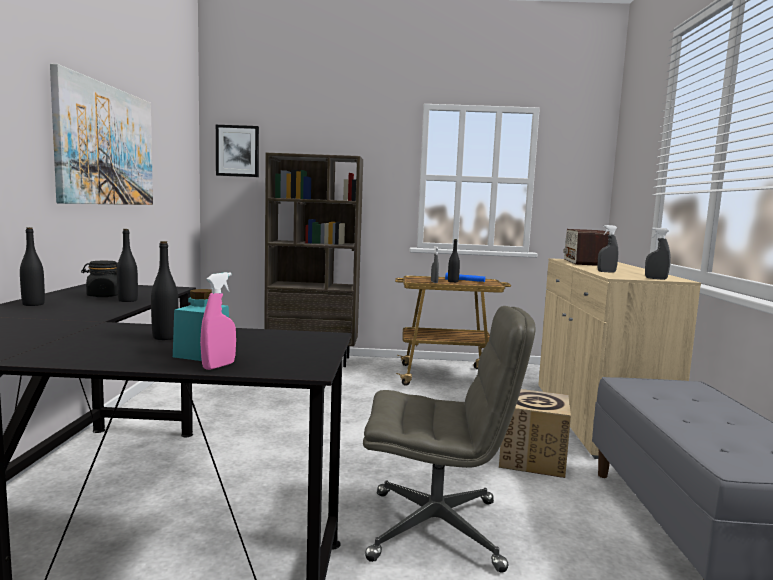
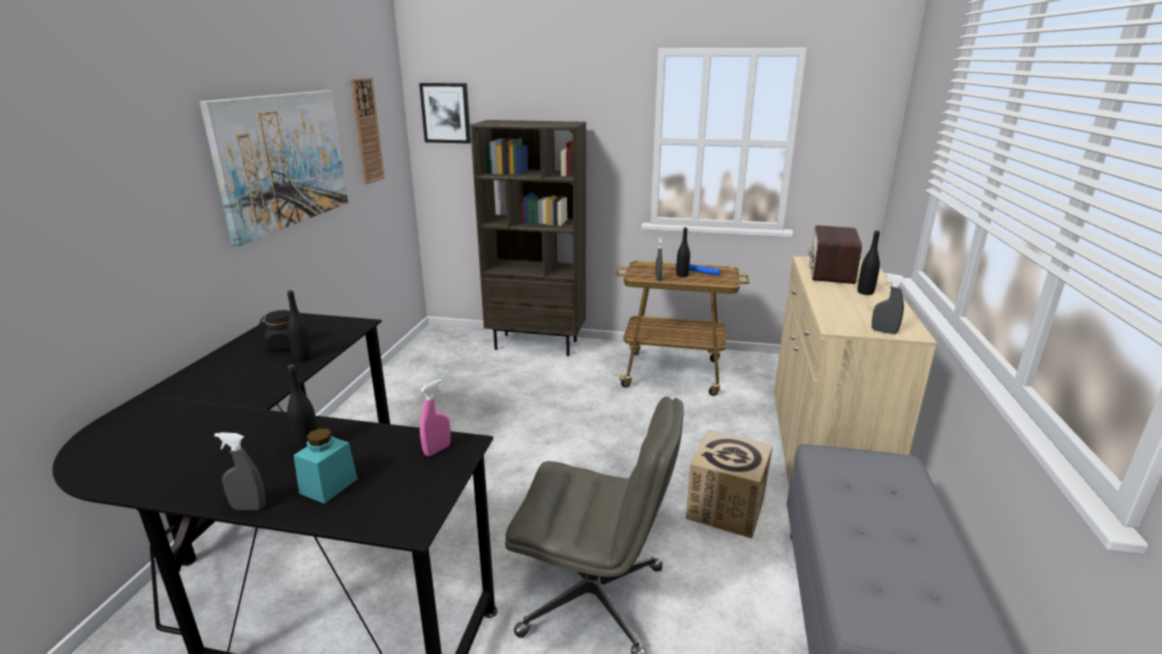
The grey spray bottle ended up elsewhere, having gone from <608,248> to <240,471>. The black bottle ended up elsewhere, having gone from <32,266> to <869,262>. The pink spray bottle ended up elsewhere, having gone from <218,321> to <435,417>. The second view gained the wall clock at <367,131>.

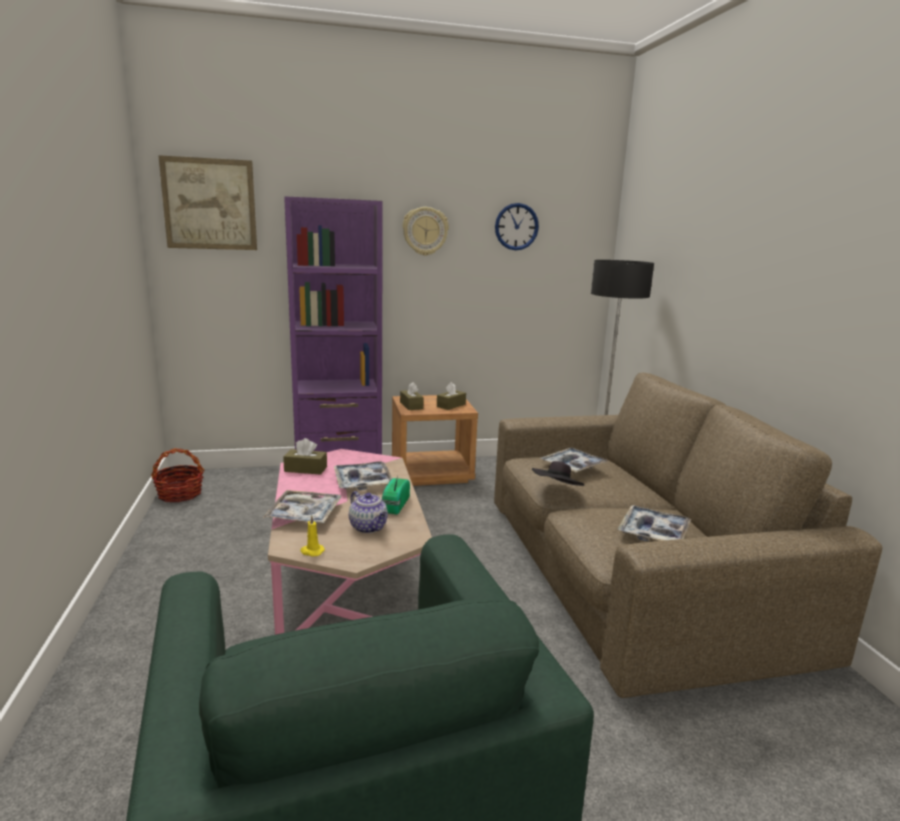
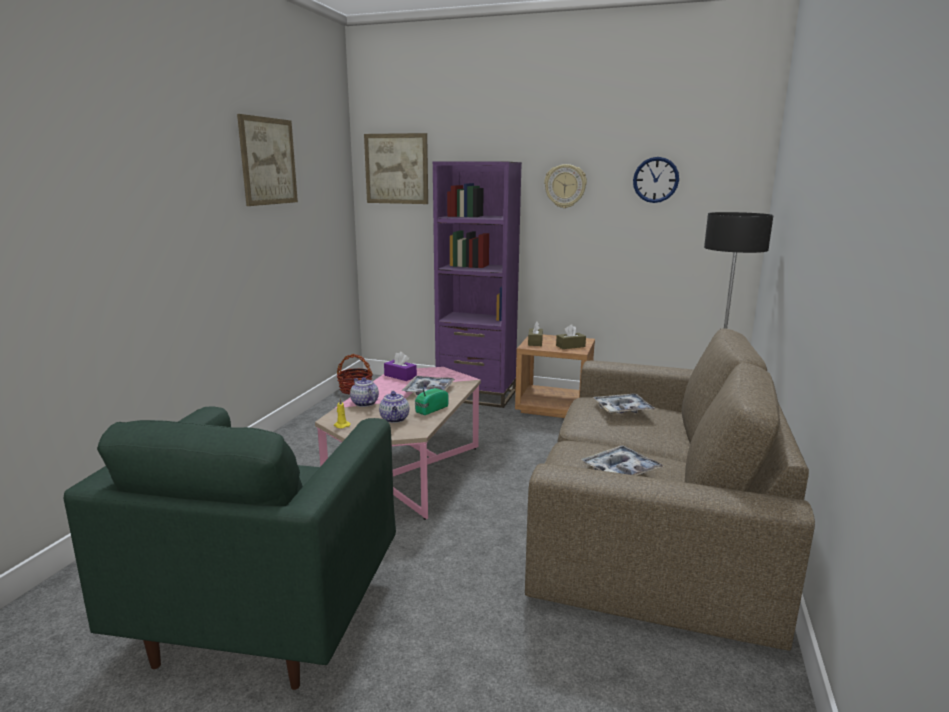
What was the brown tissue box at <305,456> turned into the purple tissue box at <400,366>. The second view lost the black hat at <558,473>. Where the tray stood at <302,506>, the teapot came to stand at <364,392>. The second view gained the picture at <267,160>.

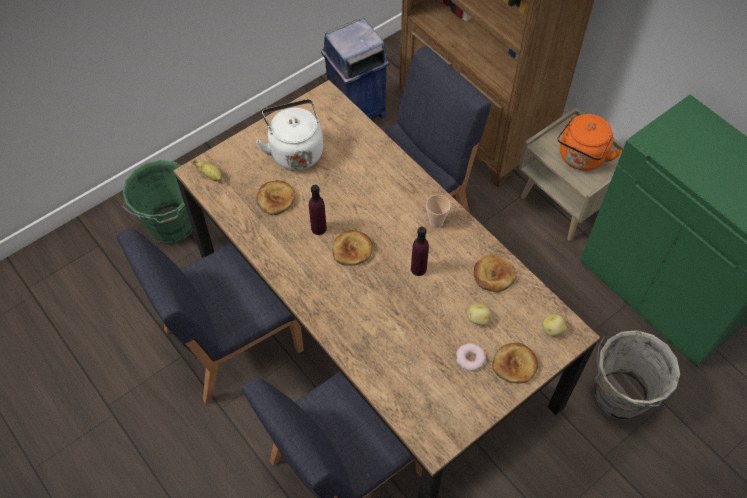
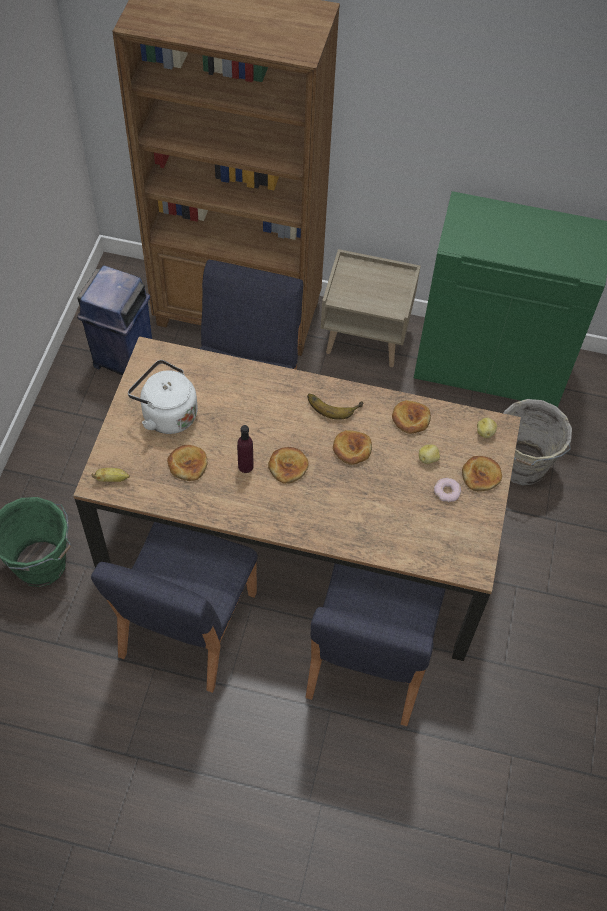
The second view lost the orange kettle at <589,142>. Where the cup stood at <438,211>, the banana came to stand at <335,406>. Where the purple bottle stood at <420,251>, the bread came to stand at <352,447>.

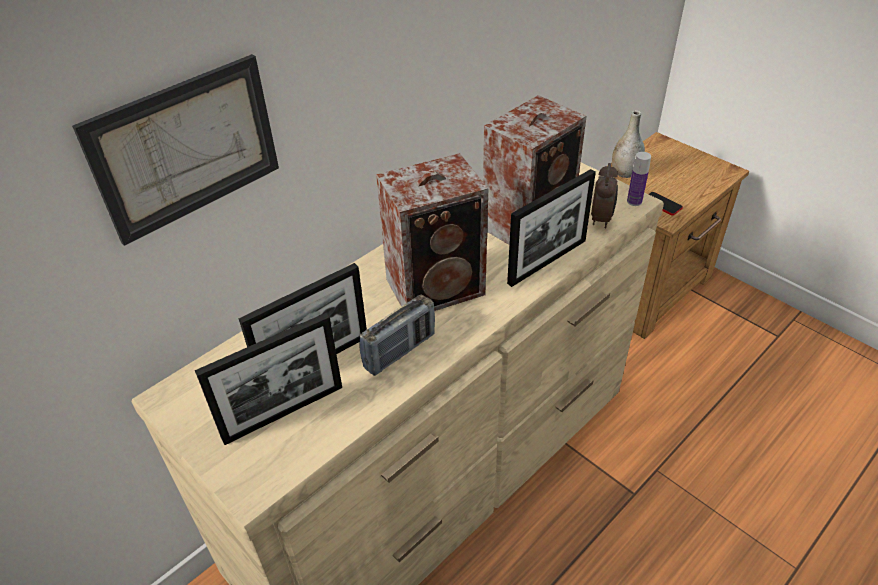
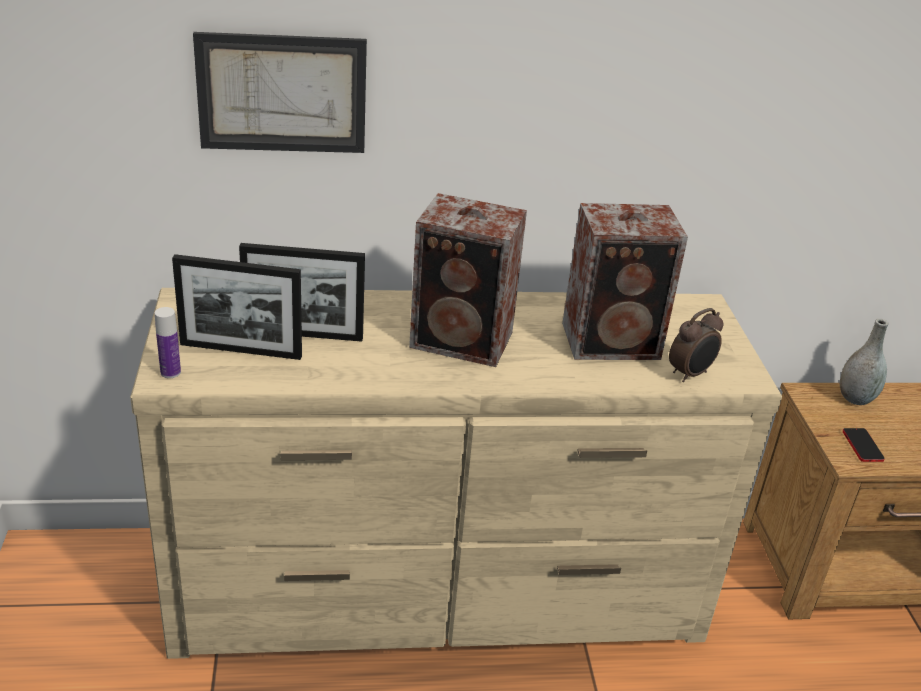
The bottle ended up elsewhere, having gone from <639,179> to <168,342>. The second view lost the picture frame at <551,228>. The second view lost the radio at <397,335>.

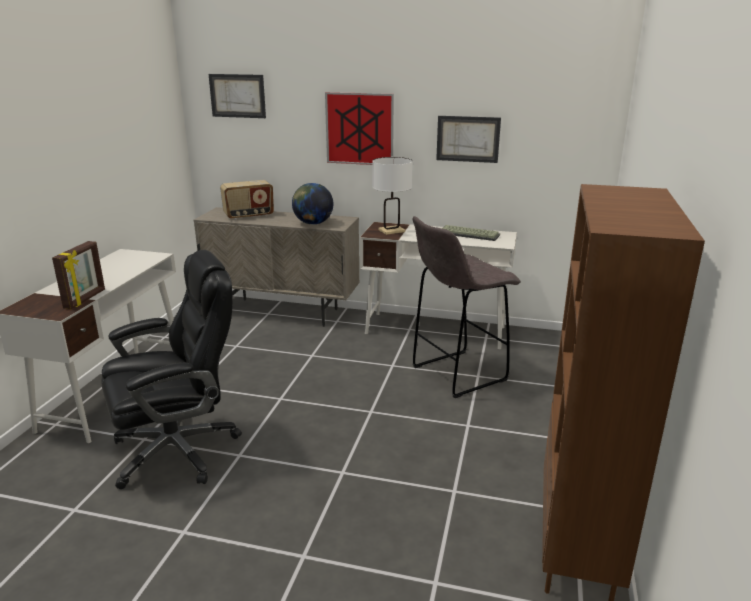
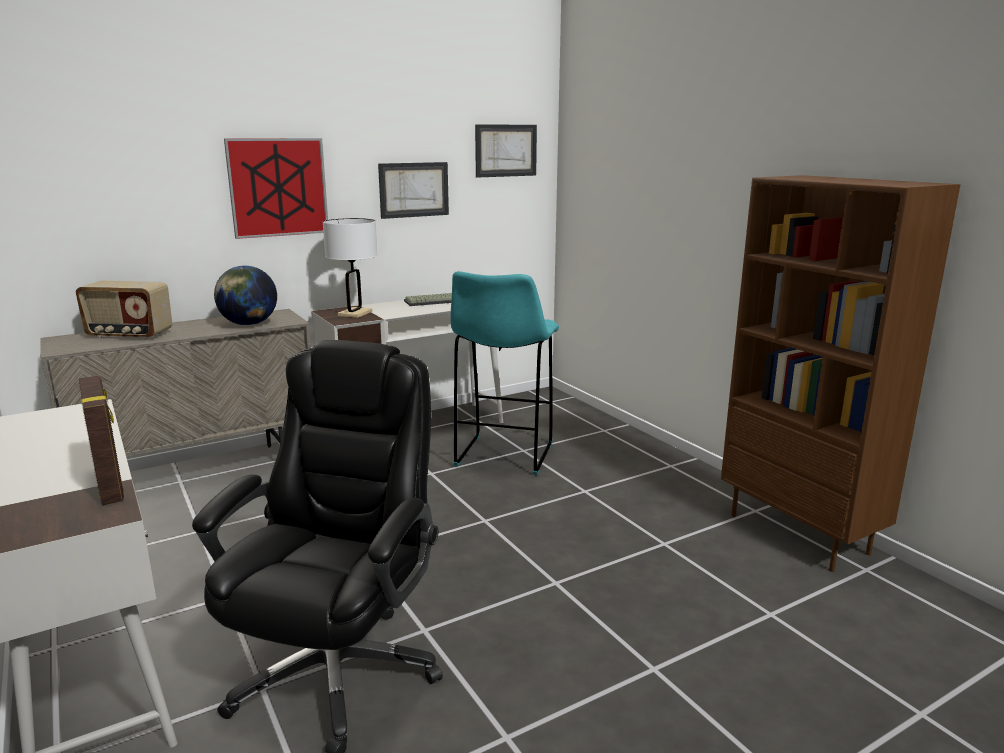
The picture ended up elsewhere, having gone from <237,96> to <506,151>. The radio at <247,200> ended up facing another way, 75 degrees clockwise from before. What was the grey stool at <467,307> turned into the turquoise stool at <504,373>.

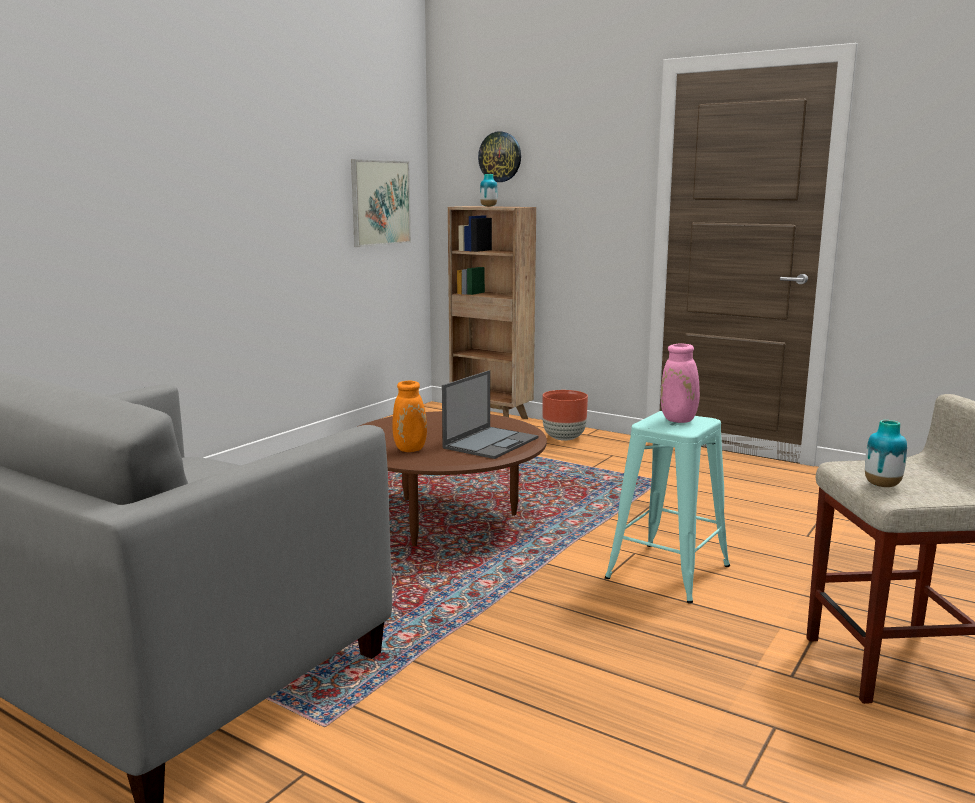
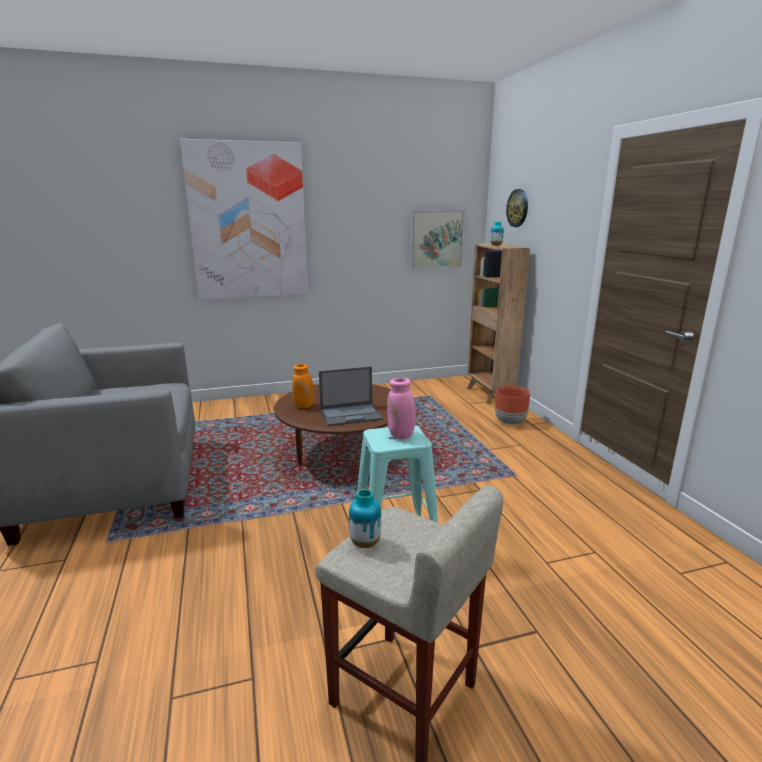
The second view gained the picture at <244,219>.

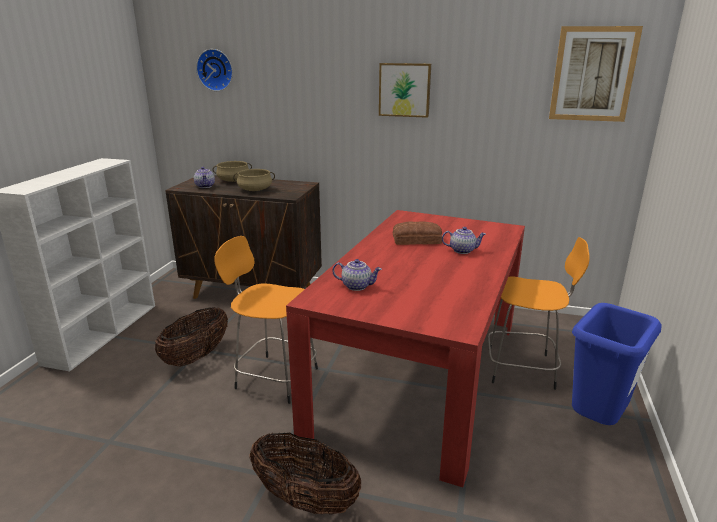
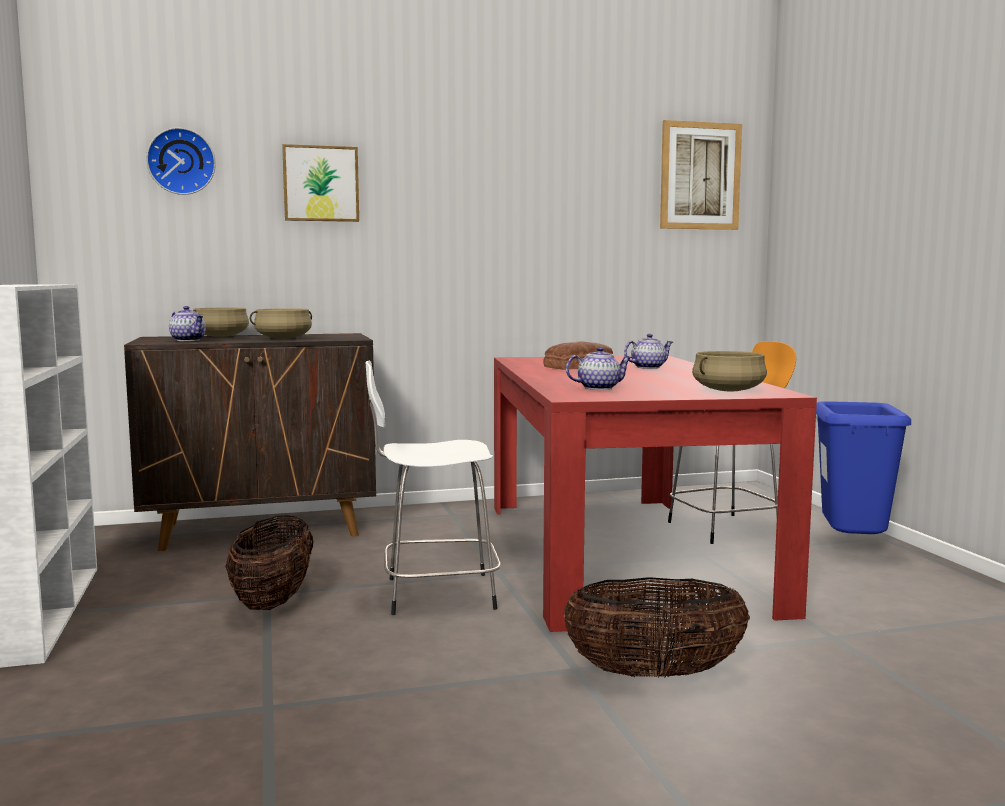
The picture ended up elsewhere, having gone from <405,90> to <320,183>. What was the orange stool at <266,320> turned into the white stool at <433,488>. The second view gained the beige cooking pot at <729,371>.

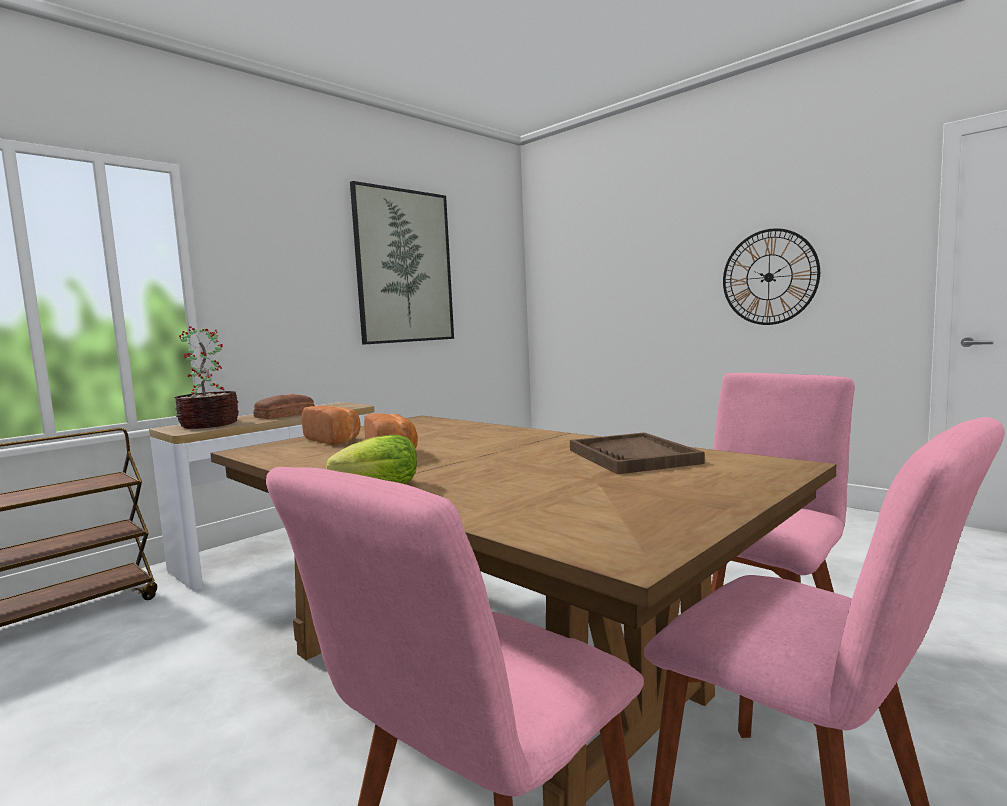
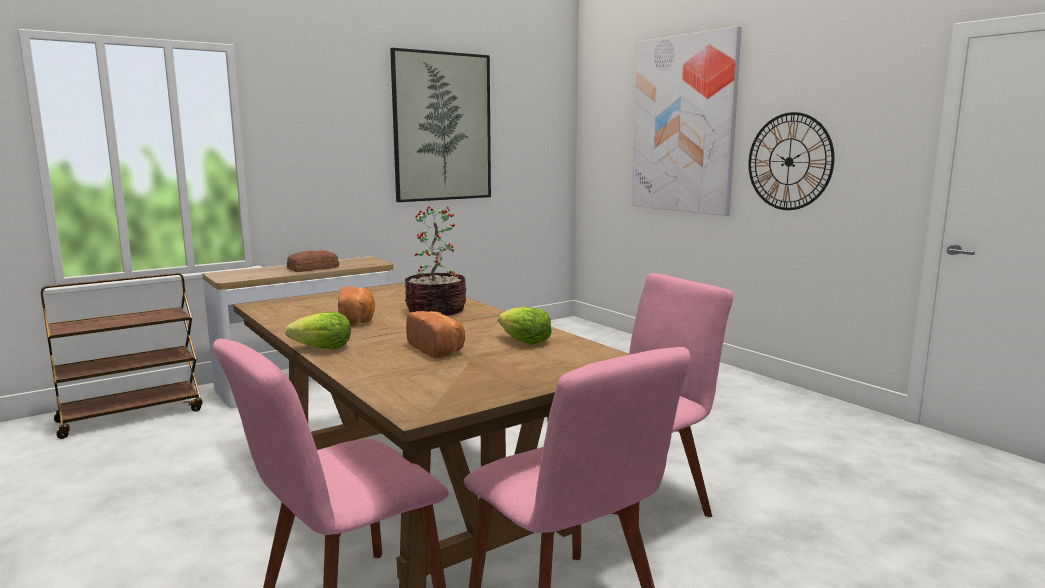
The potted plant ended up elsewhere, having gone from <207,377> to <436,261>. The bread ended up elsewhere, having gone from <331,425> to <435,334>. Where the brown tray stood at <637,453>, the lettuce came to stand at <525,326>. The second view gained the picture at <686,121>.

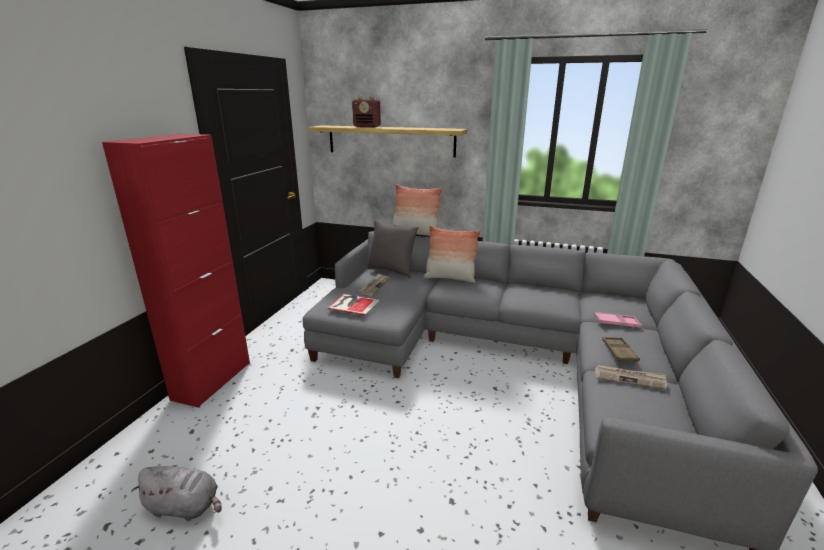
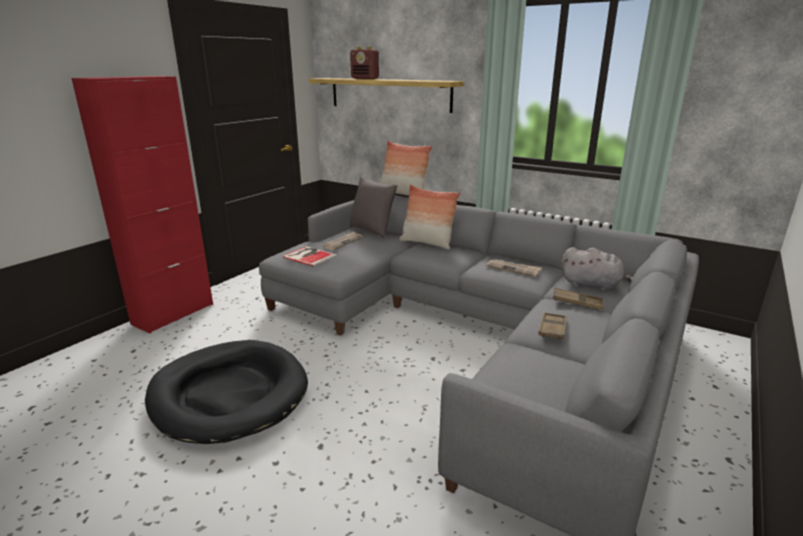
What was the pink tray at <618,320> turned into the brown tray at <578,299>. The newspaper ended up elsewhere, having gone from <631,377> to <514,268>. The grey plush toy ended up elsewhere, having gone from <176,493> to <597,269>. The second view gained the black dog bed at <226,392>.

